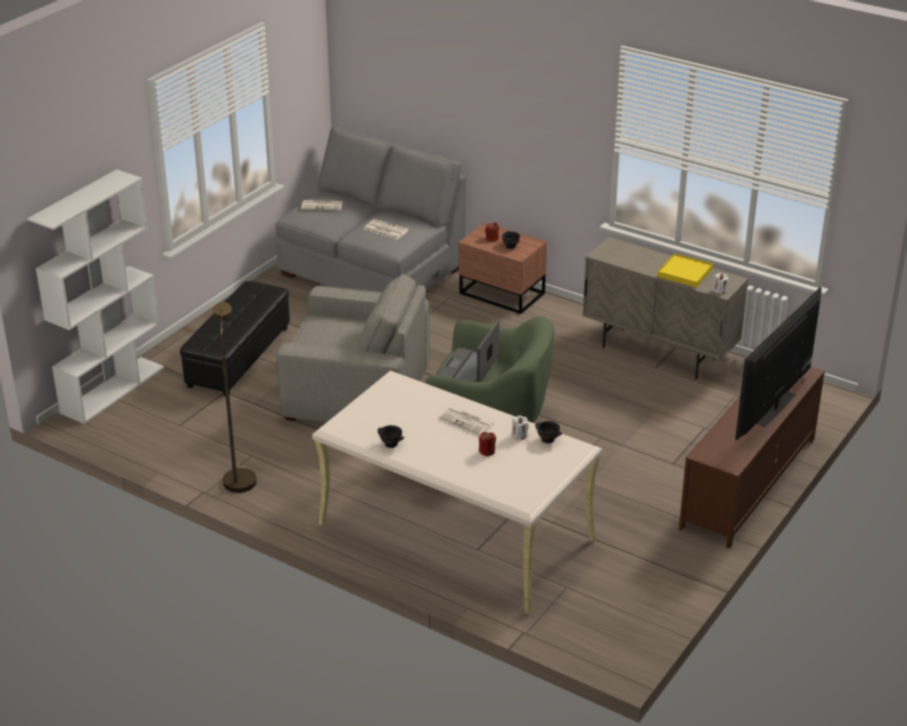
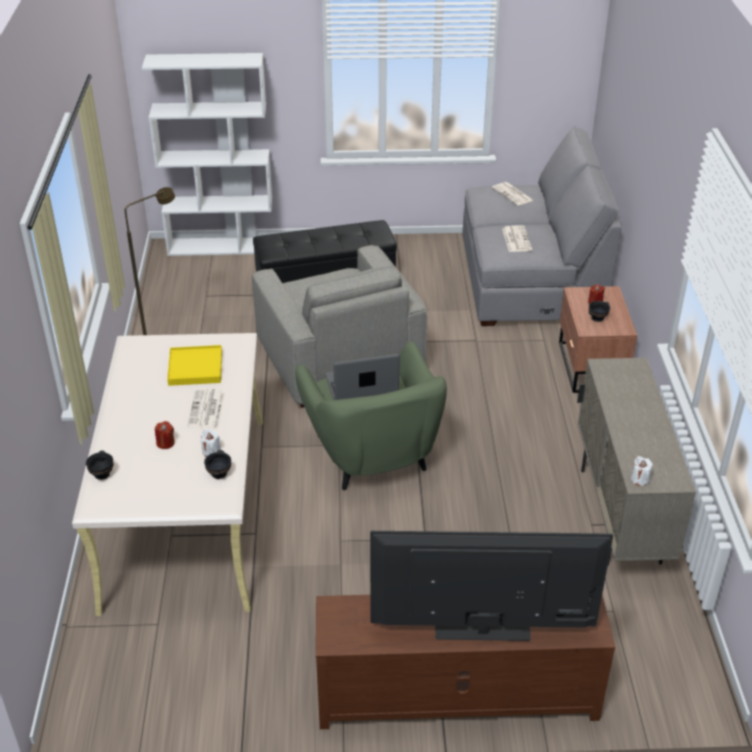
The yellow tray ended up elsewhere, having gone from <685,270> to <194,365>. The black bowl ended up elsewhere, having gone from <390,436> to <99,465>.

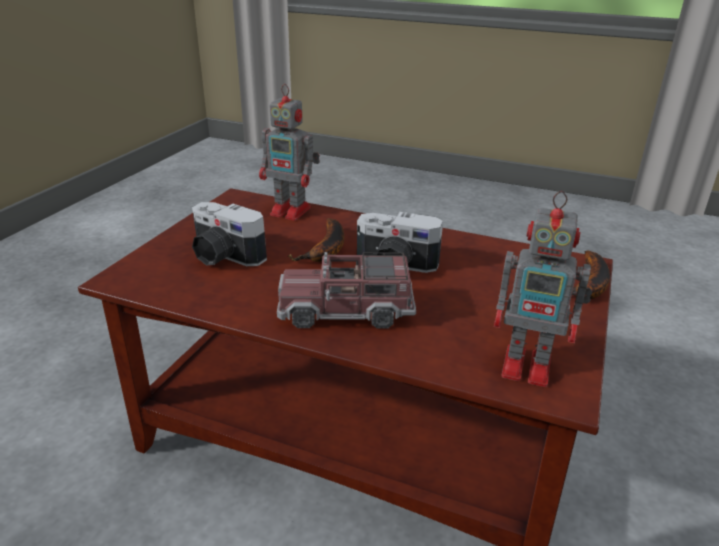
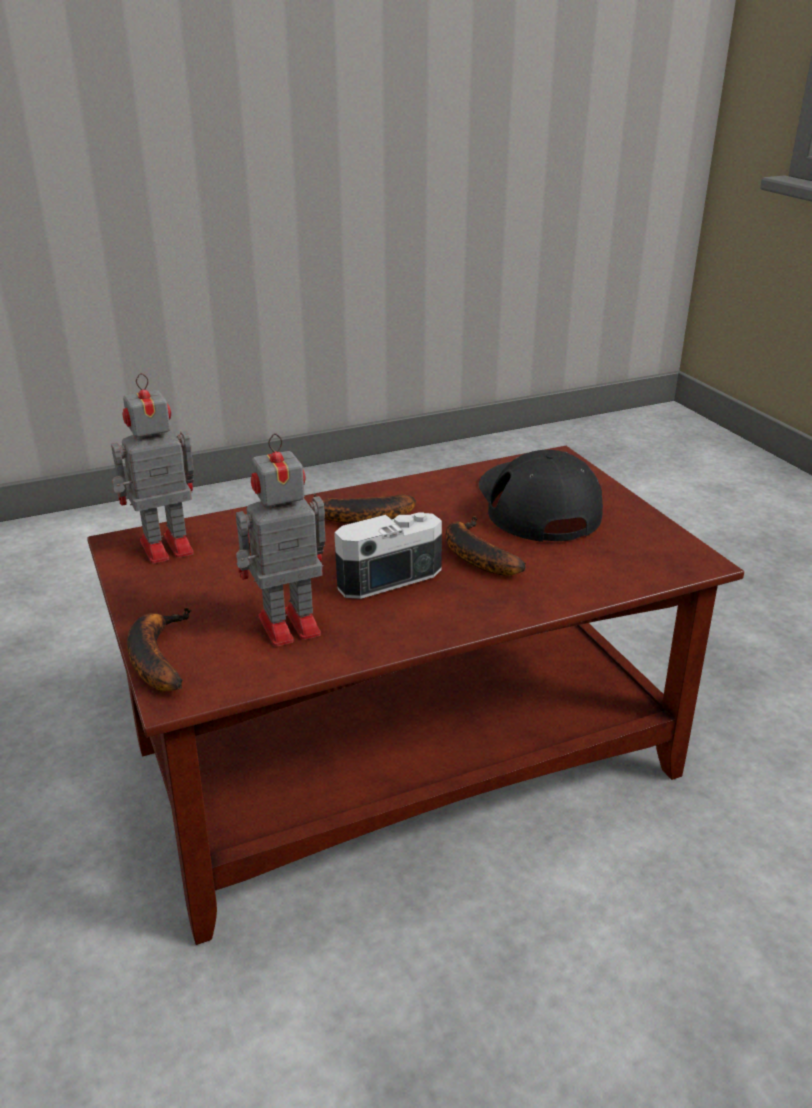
The toy robot ended up elsewhere, having gone from <289,152> to <280,540>. Where the photo camera stood at <229,234>, the black cap came to stand at <541,496>. Where the toy truck stood at <346,290>, the banana came to stand at <365,508>.

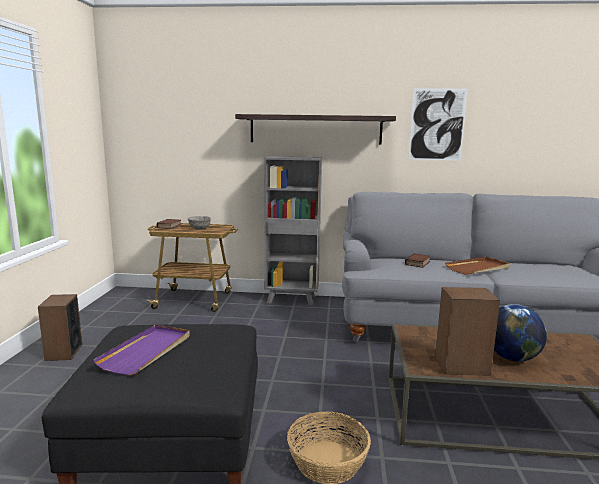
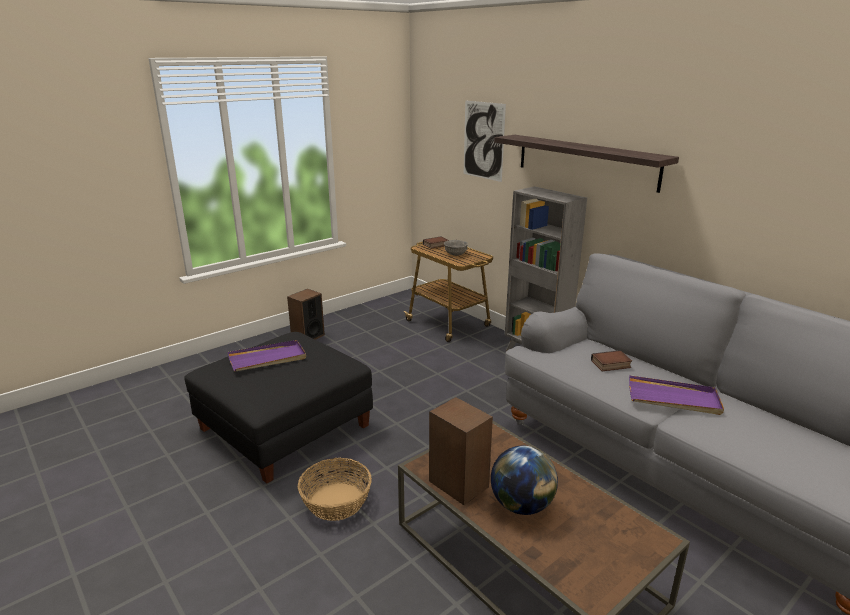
The picture ended up elsewhere, having gone from <438,124> to <485,141>. What was the brown tray at <477,265> turned into the purple tray at <676,395>.

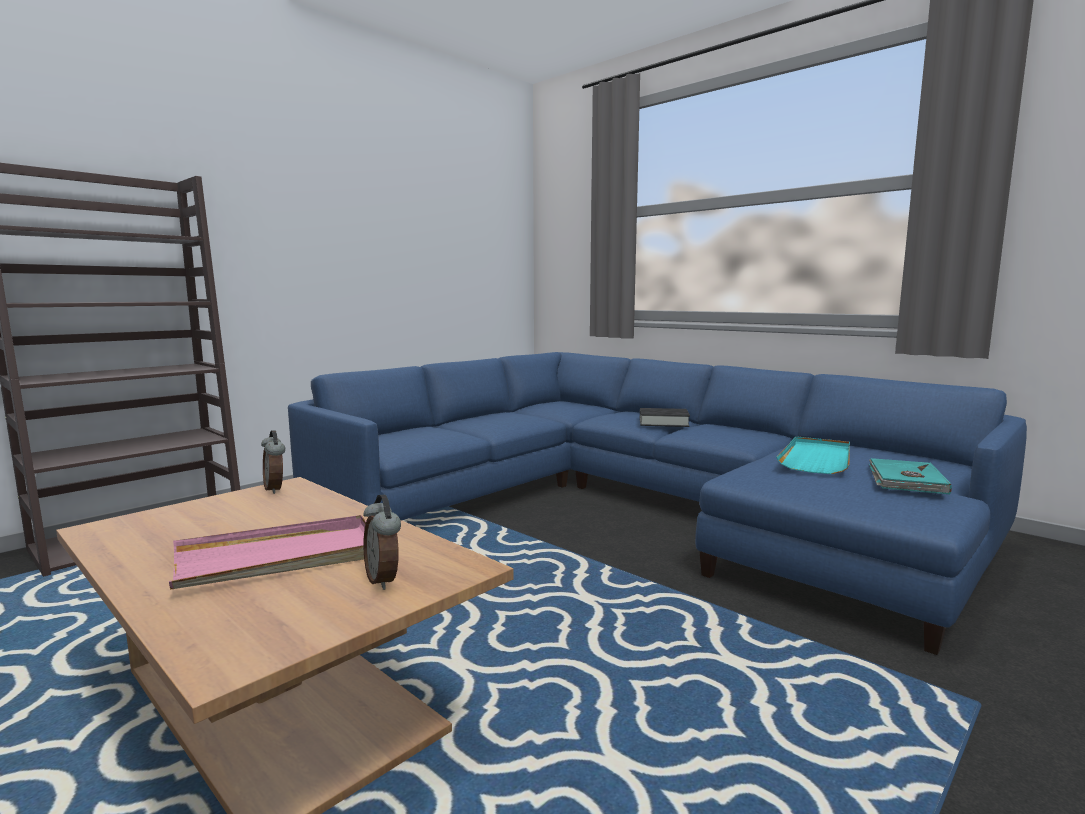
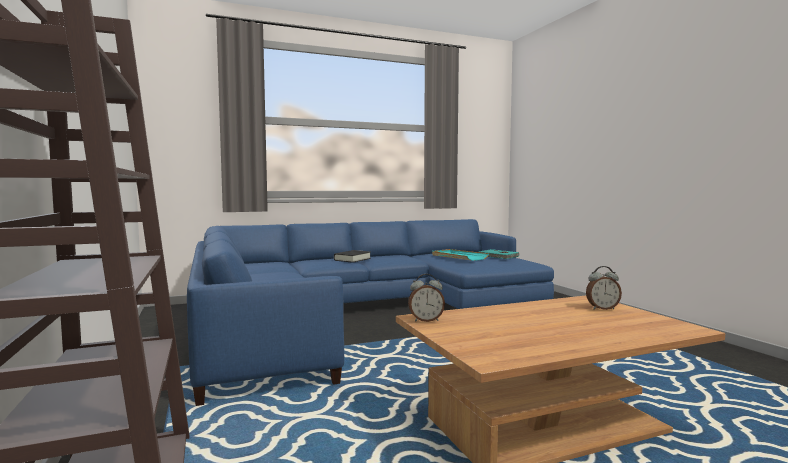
The second view lost the pink tray at <267,552>.

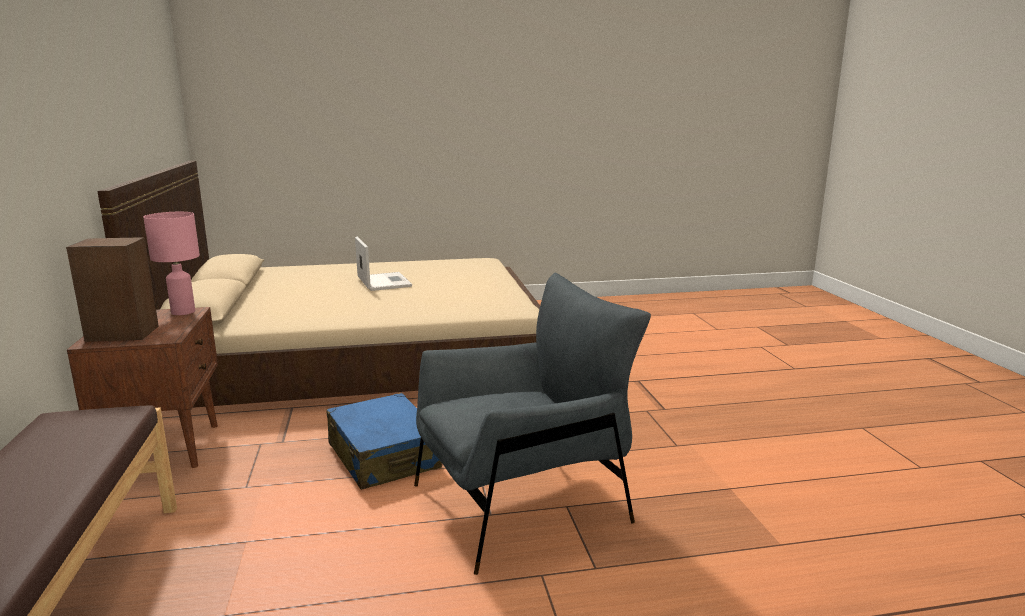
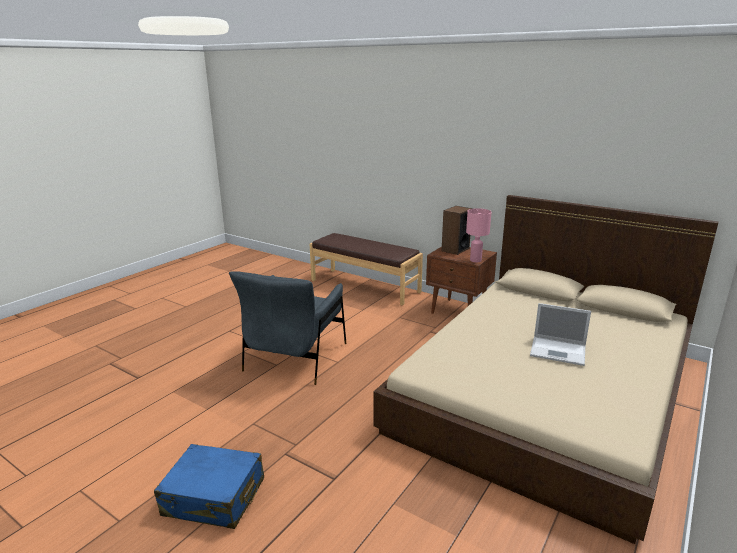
The blue suitcase ended up elsewhere, having gone from <384,441> to <209,486>.

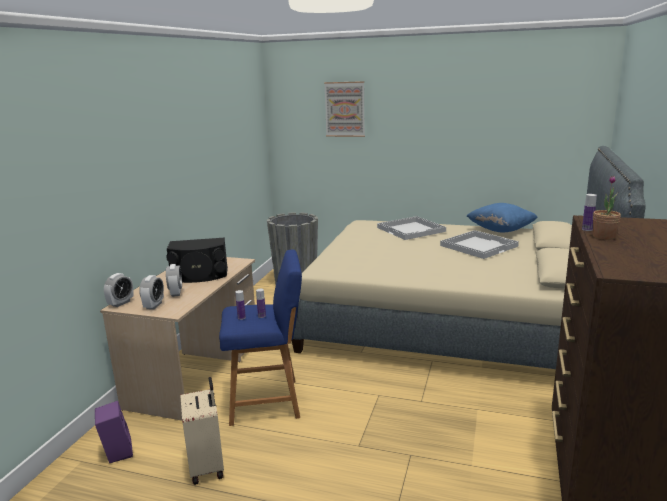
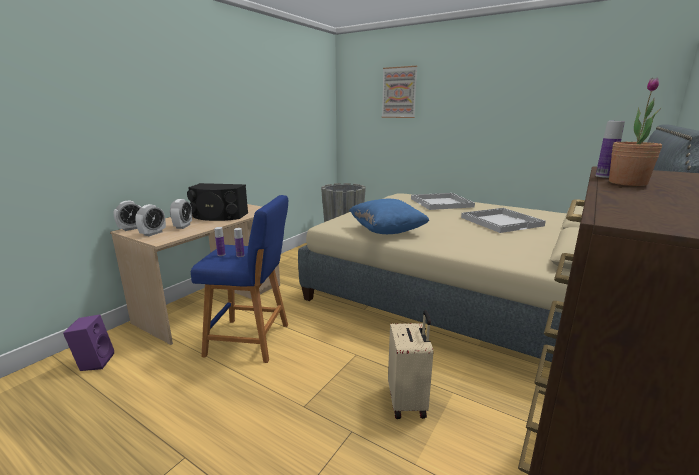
The blue pillow ended up elsewhere, having gone from <502,217> to <389,216>. The beige suitcase ended up elsewhere, having gone from <202,431> to <410,364>.

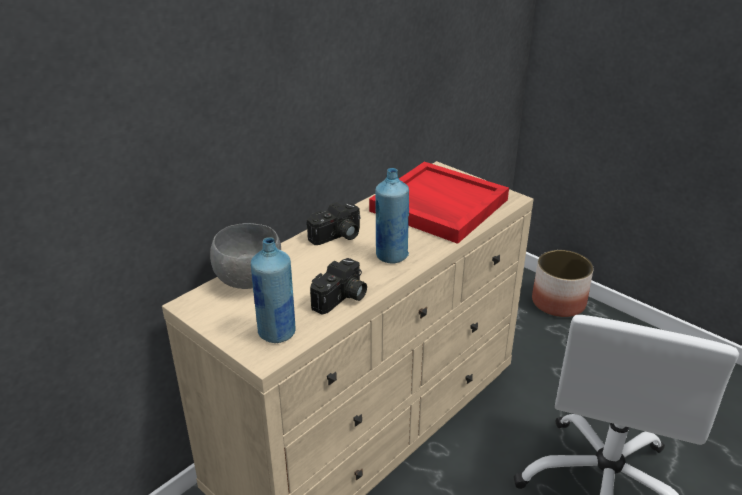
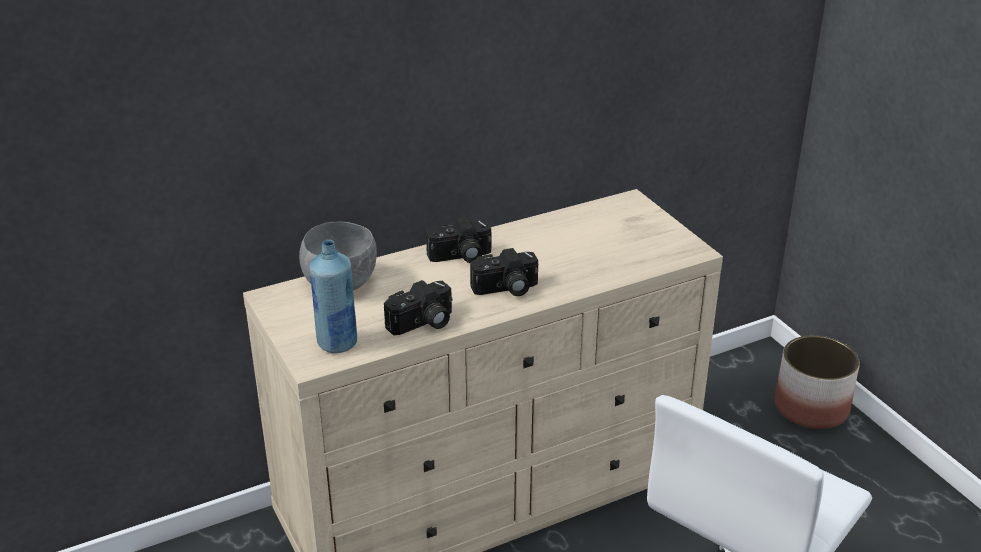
The second view lost the red tray at <439,203>. Where the blue bottle stood at <392,216>, the photo camera came to stand at <504,272>.

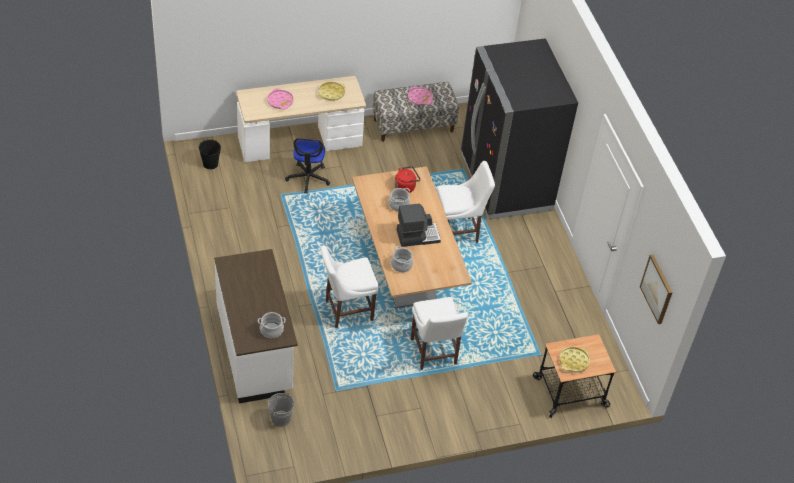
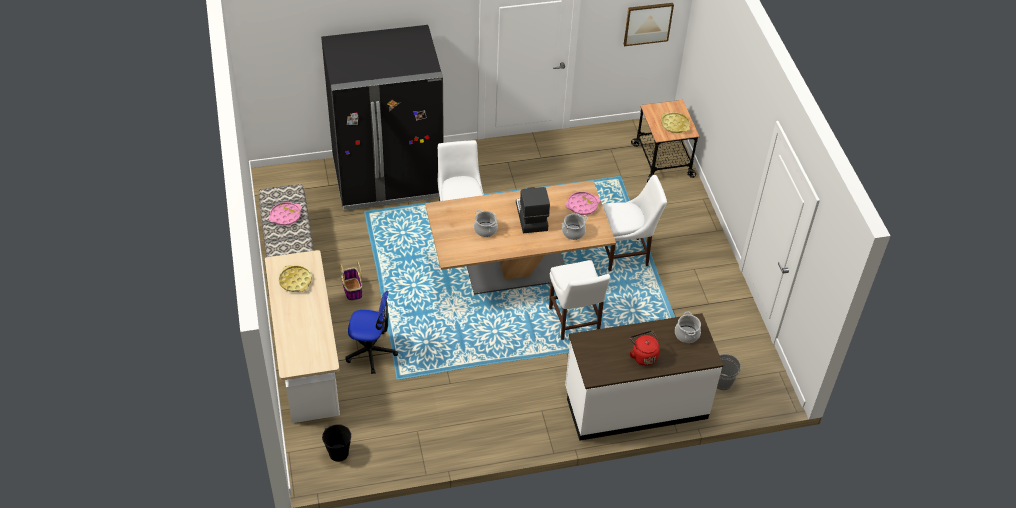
The pink tray ended up elsewhere, having gone from <280,99> to <582,203>. The red kettle ended up elsewhere, having gone from <407,179> to <644,348>. The second view gained the basket at <351,281>.

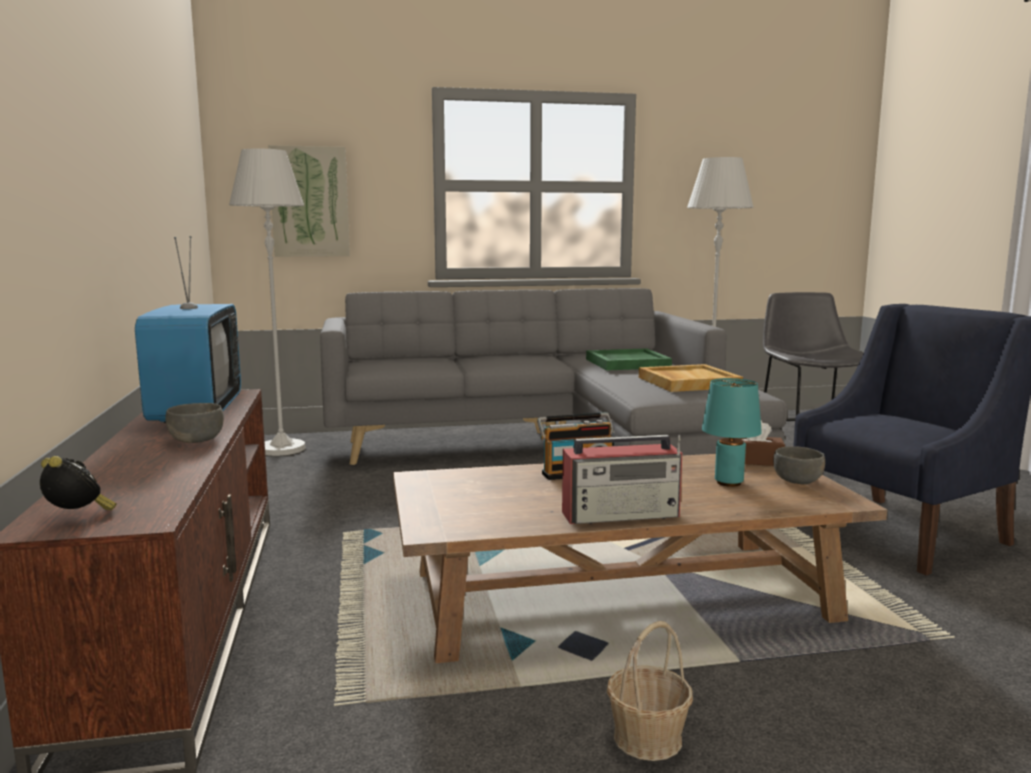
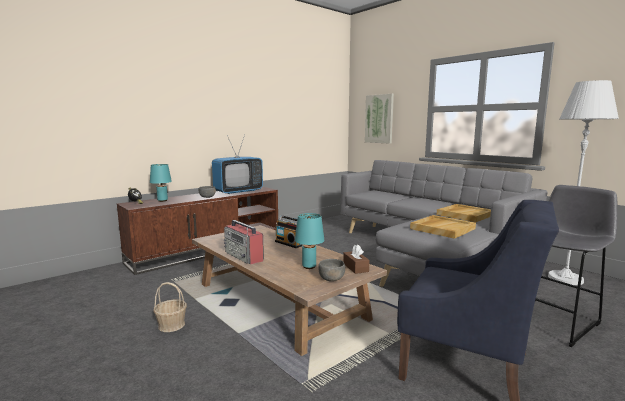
The second view lost the white floor lamp at <267,302>. What was the green tray at <629,359> turned into the beige tray at <464,213>. The second view gained the turquoise table lamp at <161,183>.

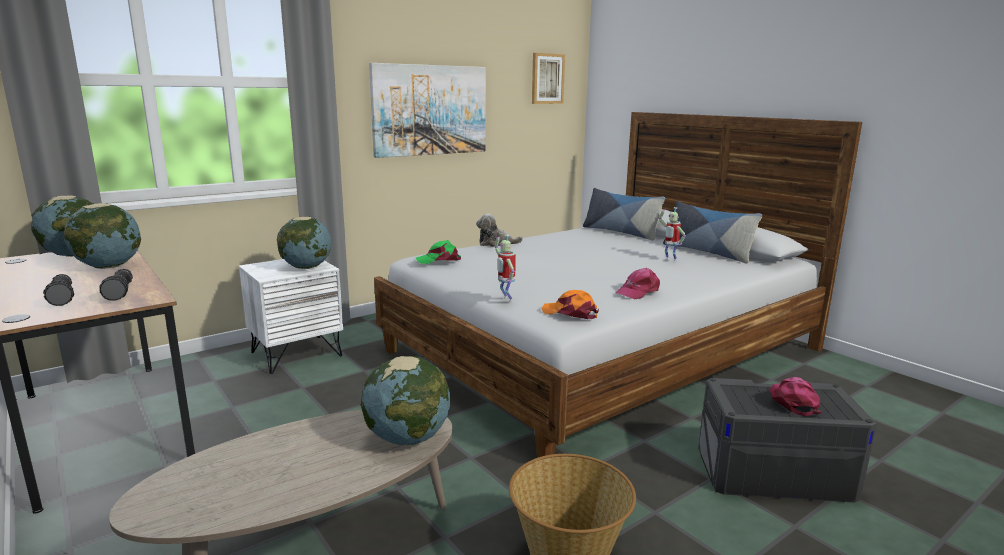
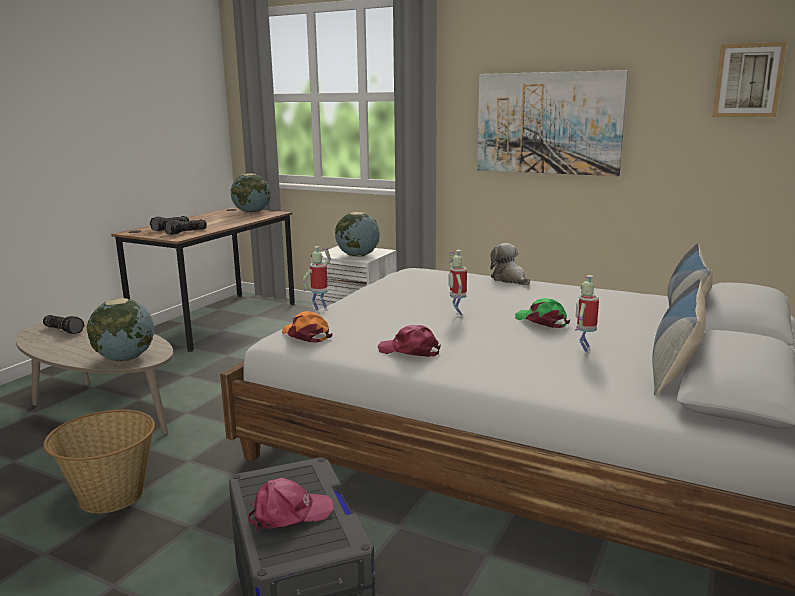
The second view lost the globe at <102,236>. The green cap ended up elsewhere, having gone from <438,252> to <542,313>. The orange cap at <570,304> ended up facing another way, 45 degrees counterclockwise from before. The second view gained the toy robot at <457,284>. The second view gained the flashlight at <63,324>.

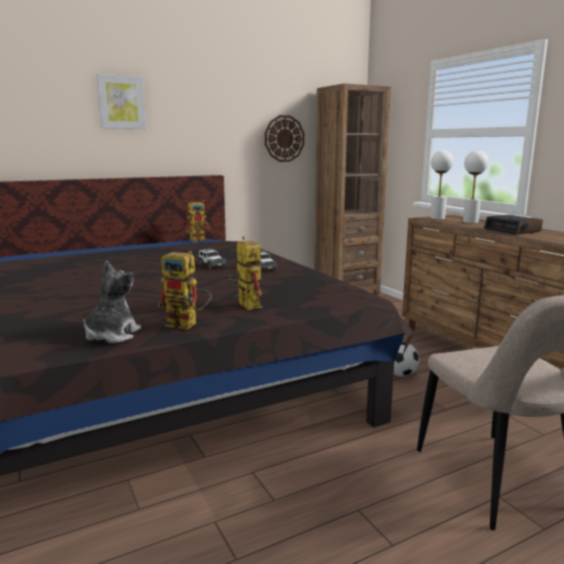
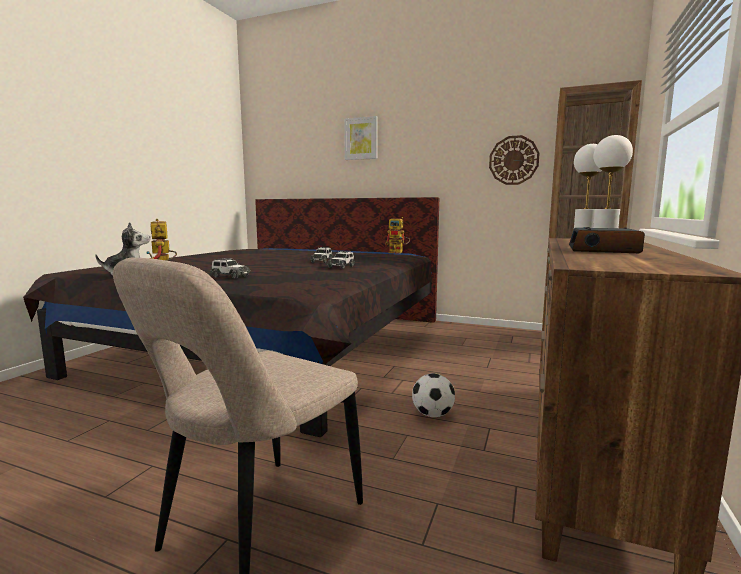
Where the toy robot stood at <244,273>, the toy car came to stand at <230,268>.

